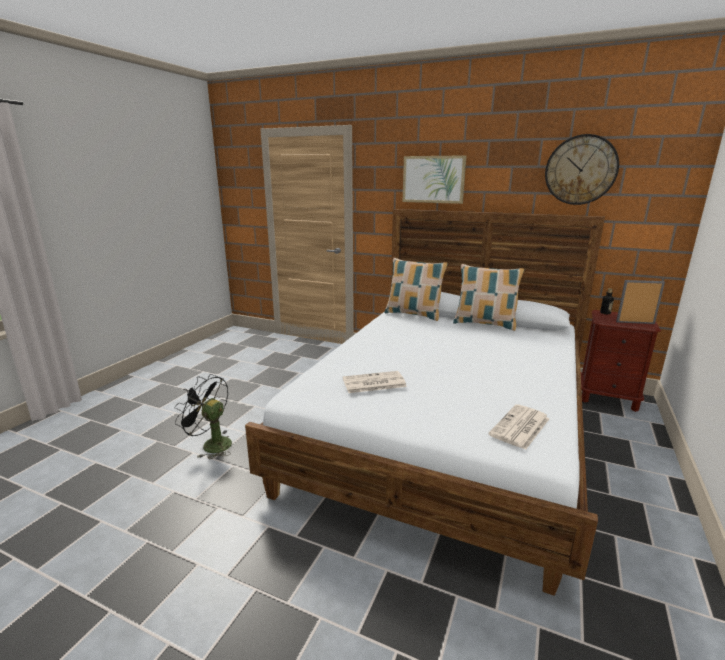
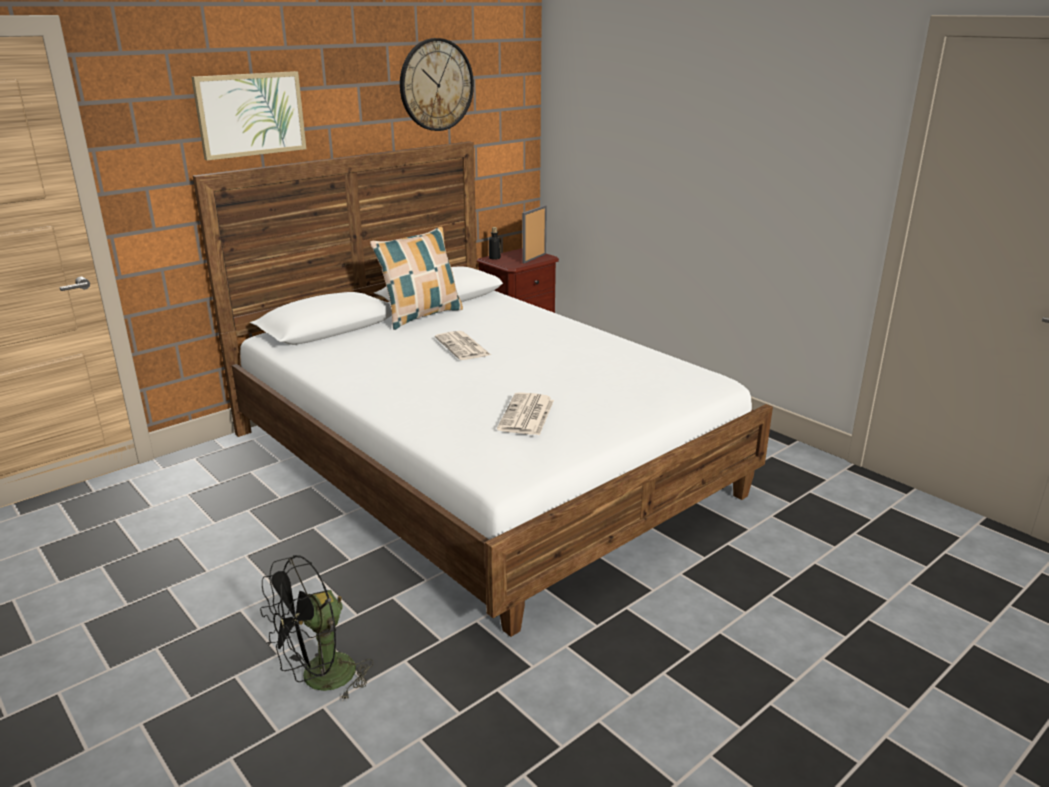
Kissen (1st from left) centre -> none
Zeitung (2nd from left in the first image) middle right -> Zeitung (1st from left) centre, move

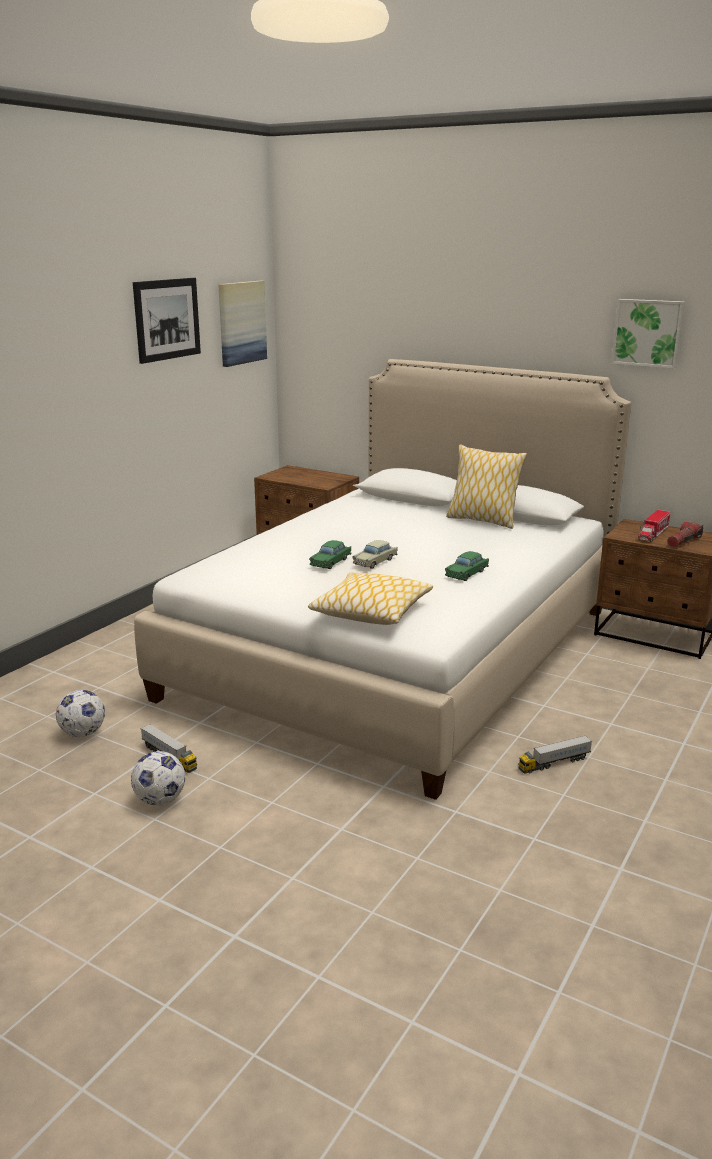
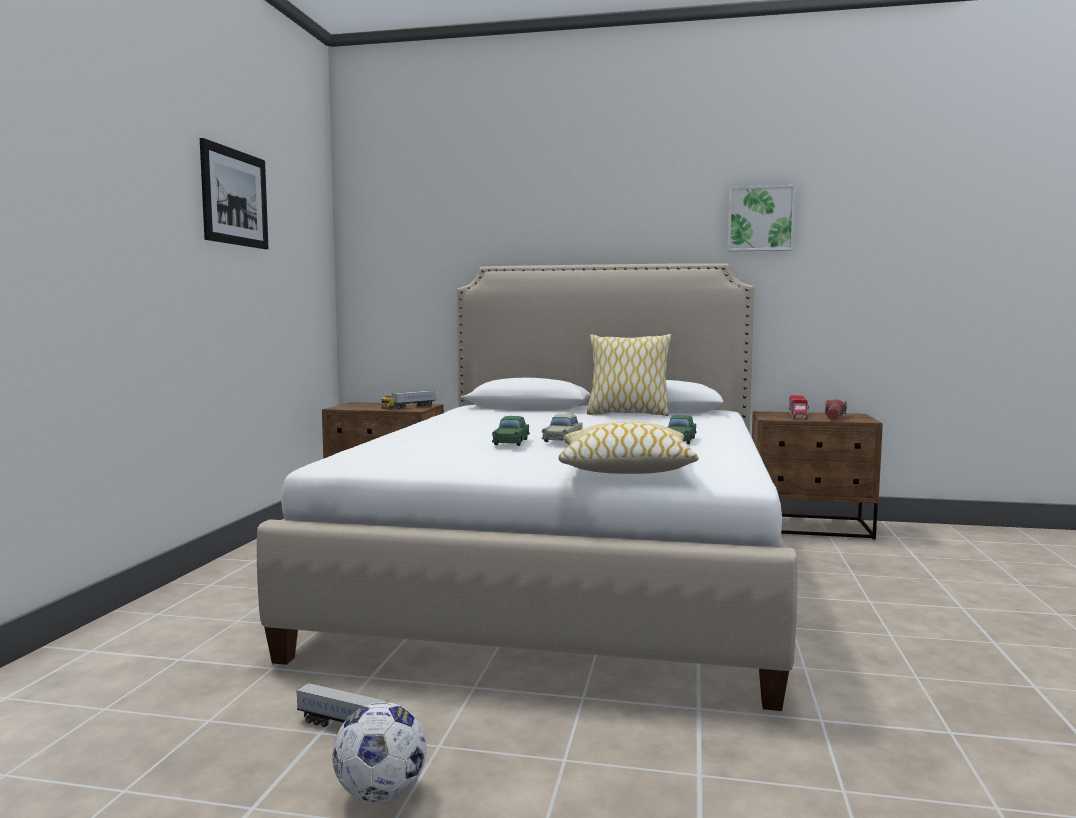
Fußball (1st from left) middle left -> none
Bild (2nd from left) top centre -> none
Spielzeuglaster (2nd from left) middle right -> Spielzeuglaster (2nd from left) centre, move

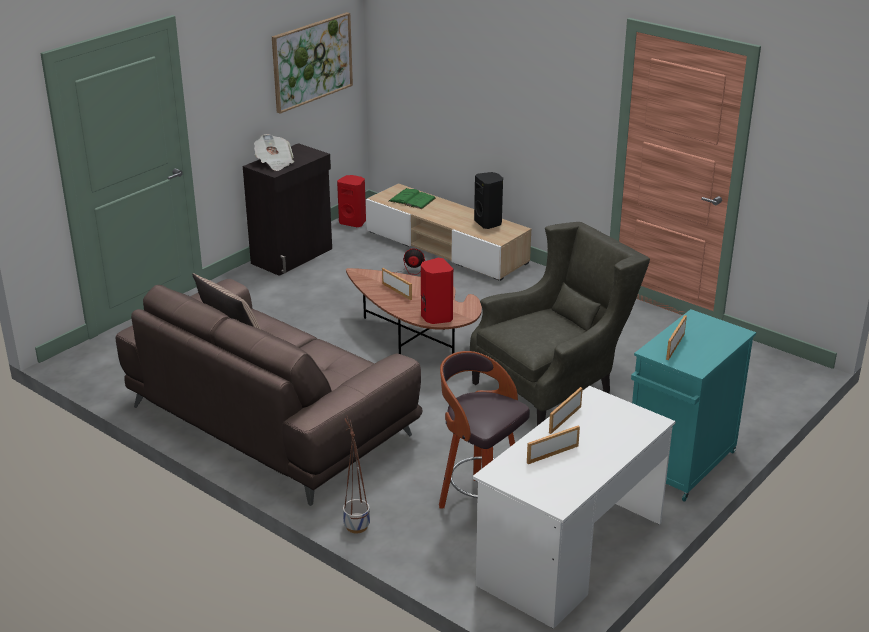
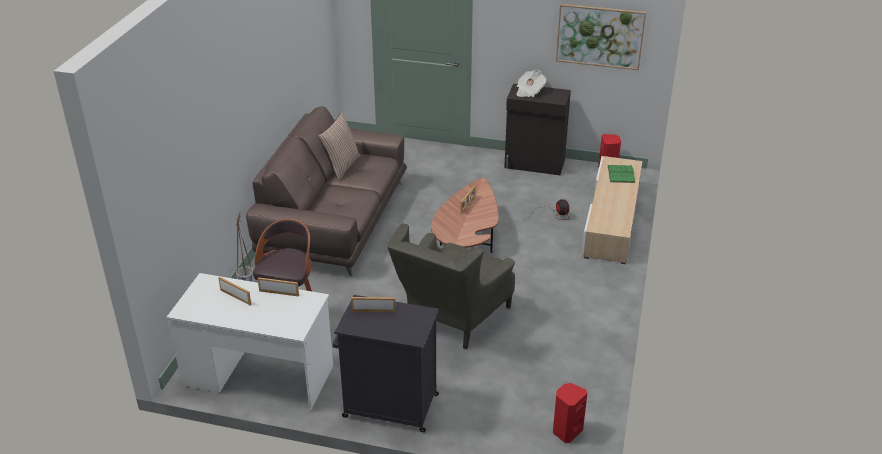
Lautsprecher (schwarz) top centre -> none
Lautsprecher (rot) (2nd from left in the first image) centre -> Lautsprecher (rot) (1st from left) bottom centre, move
Schrank (türkis) middle right -> Schrank (schwarz) (1st from left) bottom centre
Sessel (grau) centre, 90 degrees clockwise

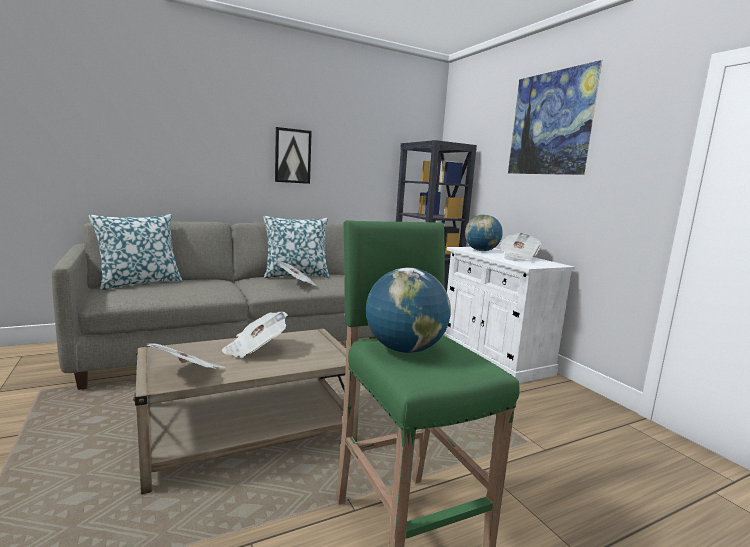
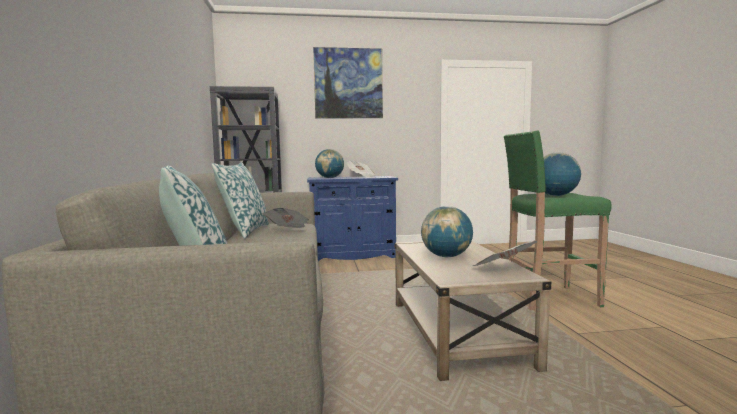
Bild (1st from left) top centre -> none
Zeitung (2nd from left) centre -> Globus (2nd from left) centre
Schrank (weiß) middle right -> Schrank (blau) centre

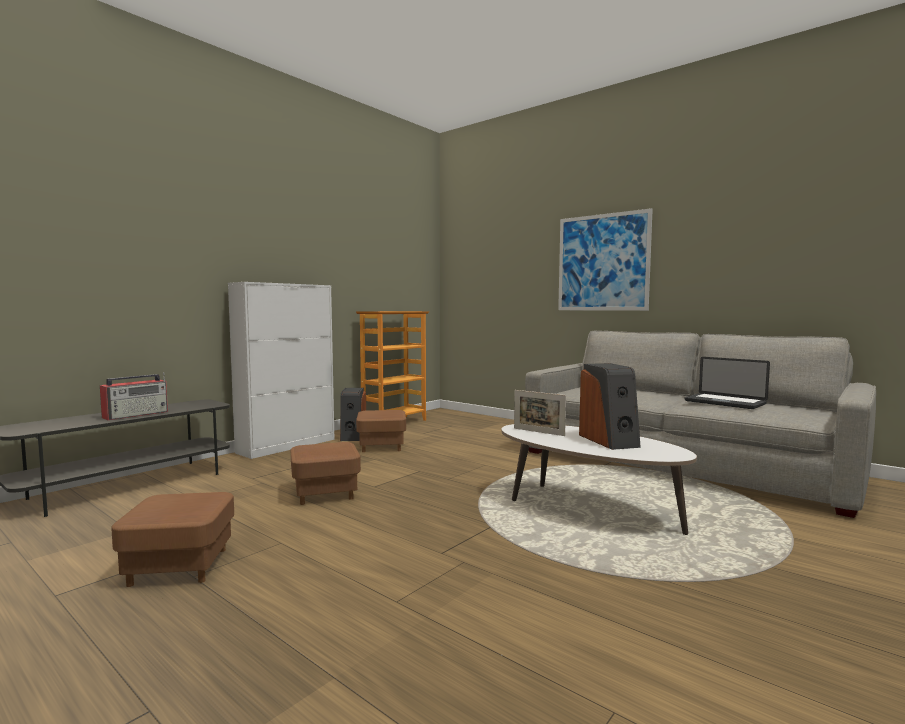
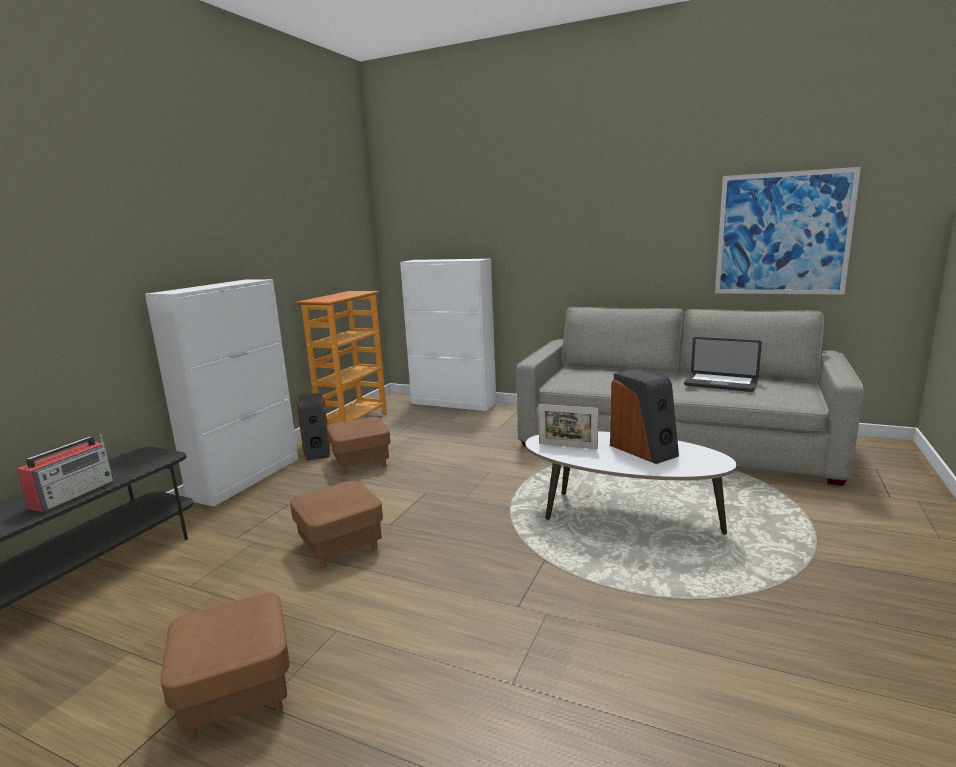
none -> Schrank (weiß) (2nd from left) centre
Bild middle right -> Bild top right, move

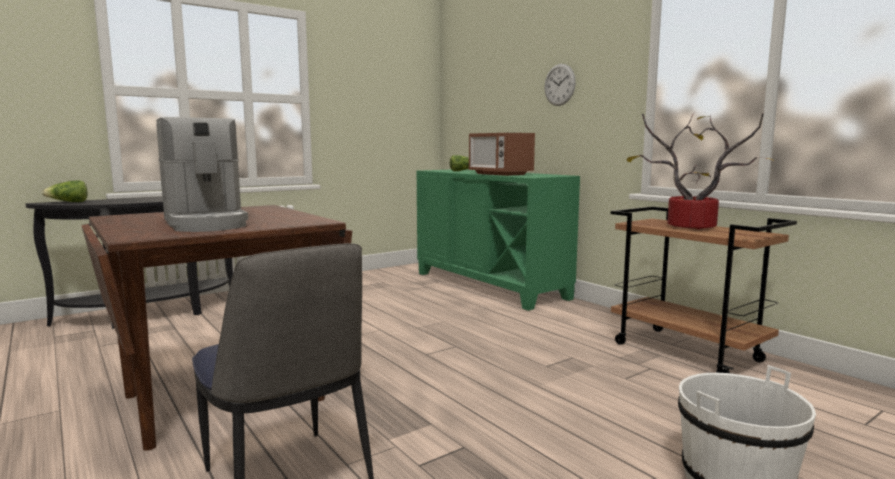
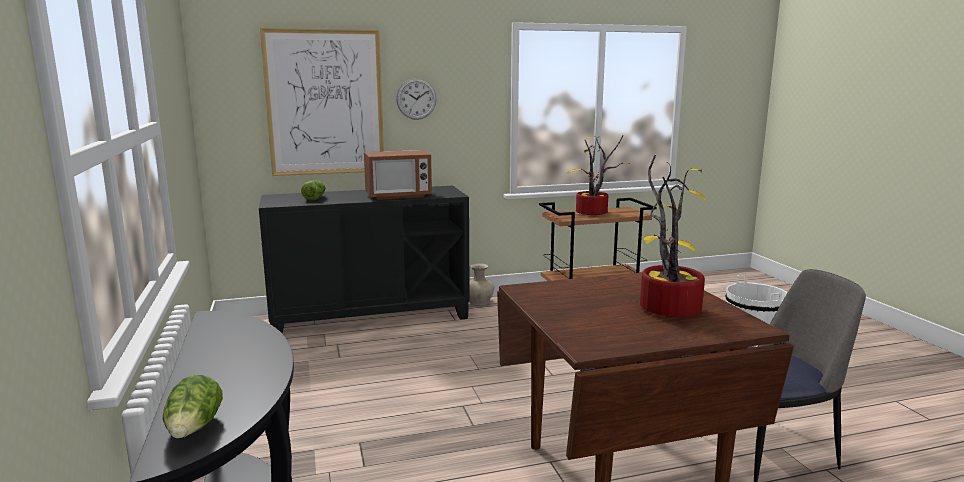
none -> Bild top centre
none -> Vase (beige) centre
Kaffeemaschine middle left -> Topfpflanze (2nd from left) middle right
Schrank (grün) centre -> Schrank (schwarz) centre

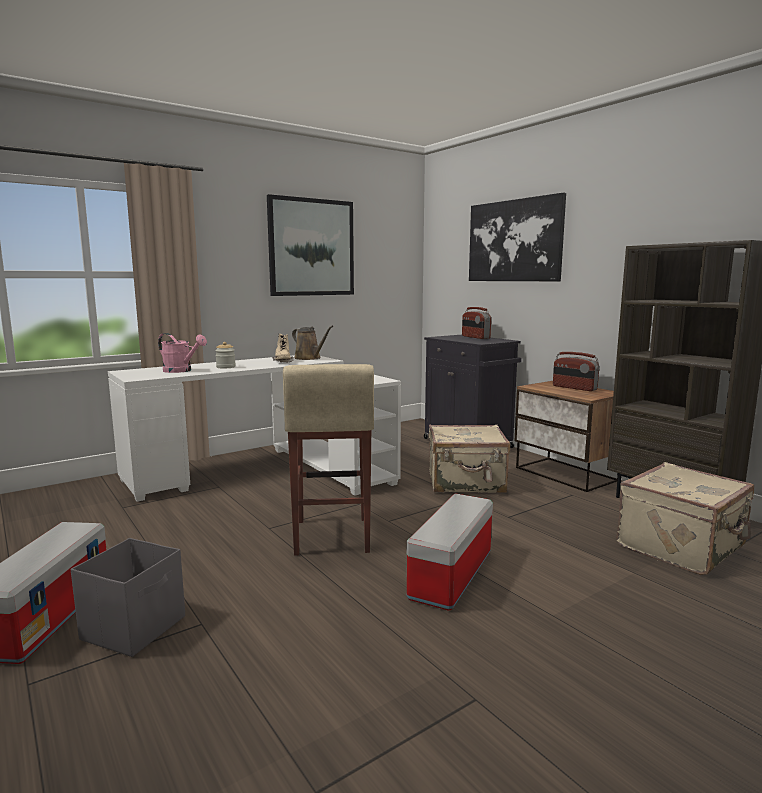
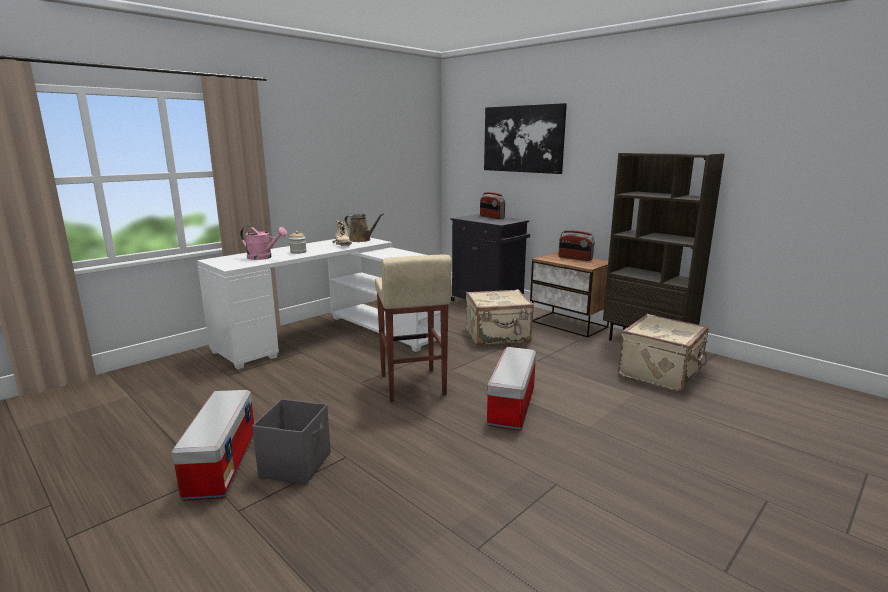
Bild (1st from left) top centre -> none

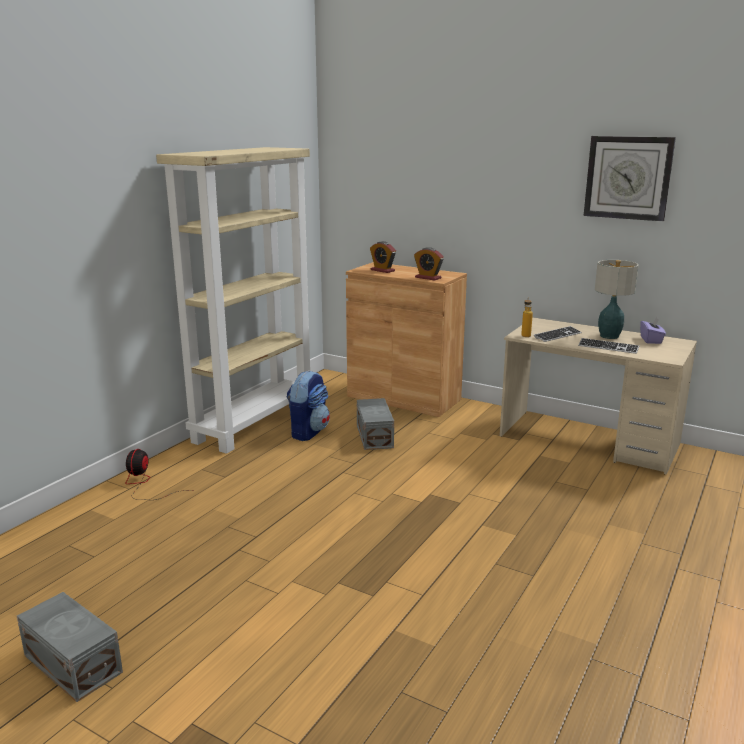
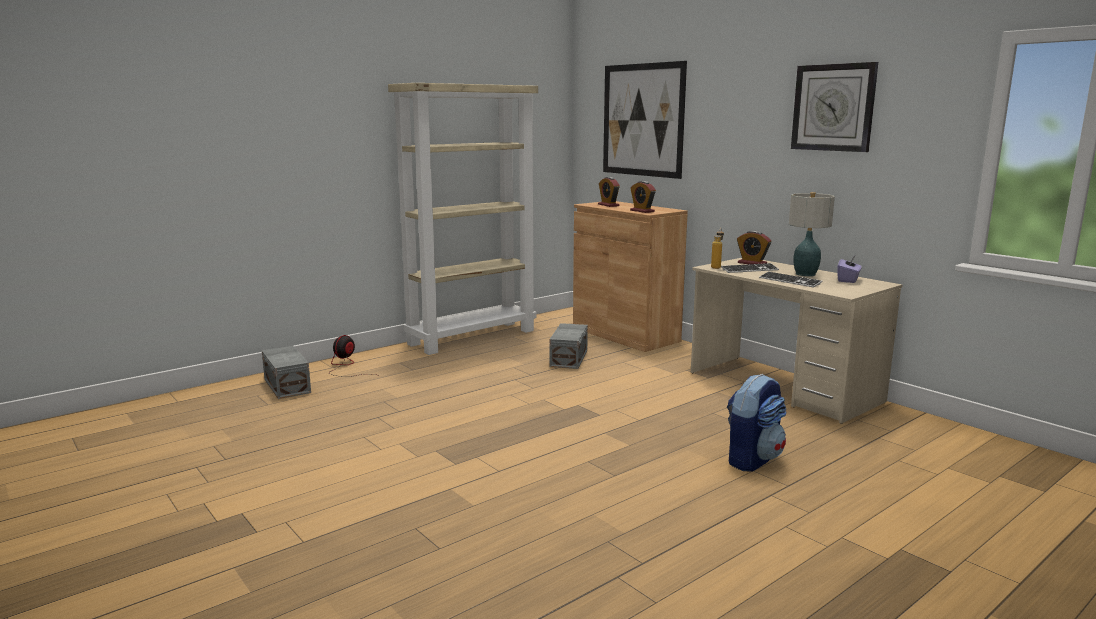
none -> Bild top centre
none -> Wecker (3rd from left) middle right
Aufbewahrungsbox (grau) (1st from left) bottom left -> Aufbewahrungsbox (grau) (1st from left) middle left, move
Rucksack centre -> Rucksack bottom right, move

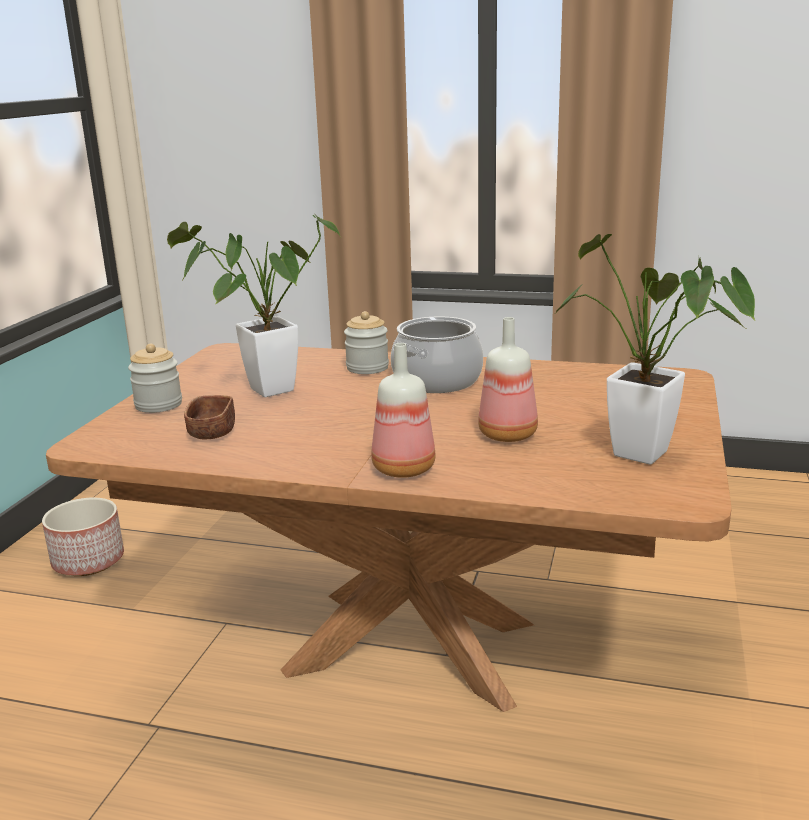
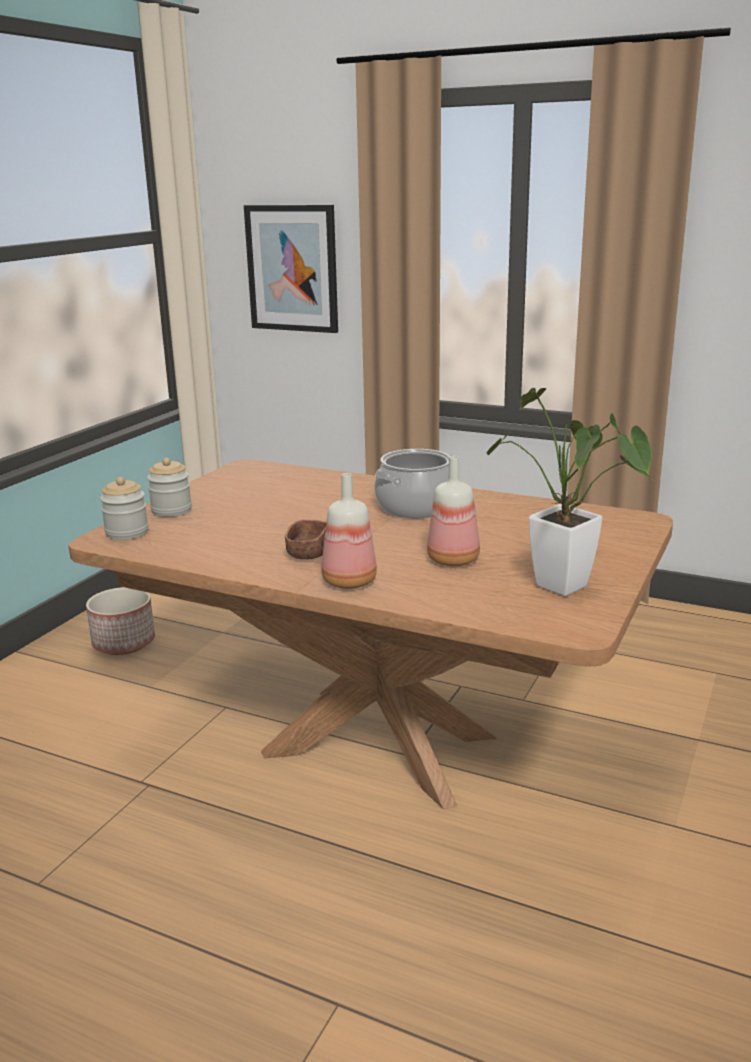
Topfpflanze (1st from left) middle left -> none
none -> Bild top centre
Schüssel (braun) middle left -> Schüssel (braun) centre, move
Vorratsglas (2nd from left in the first image) centre -> Vorratsglas (1st from left) middle left, move

